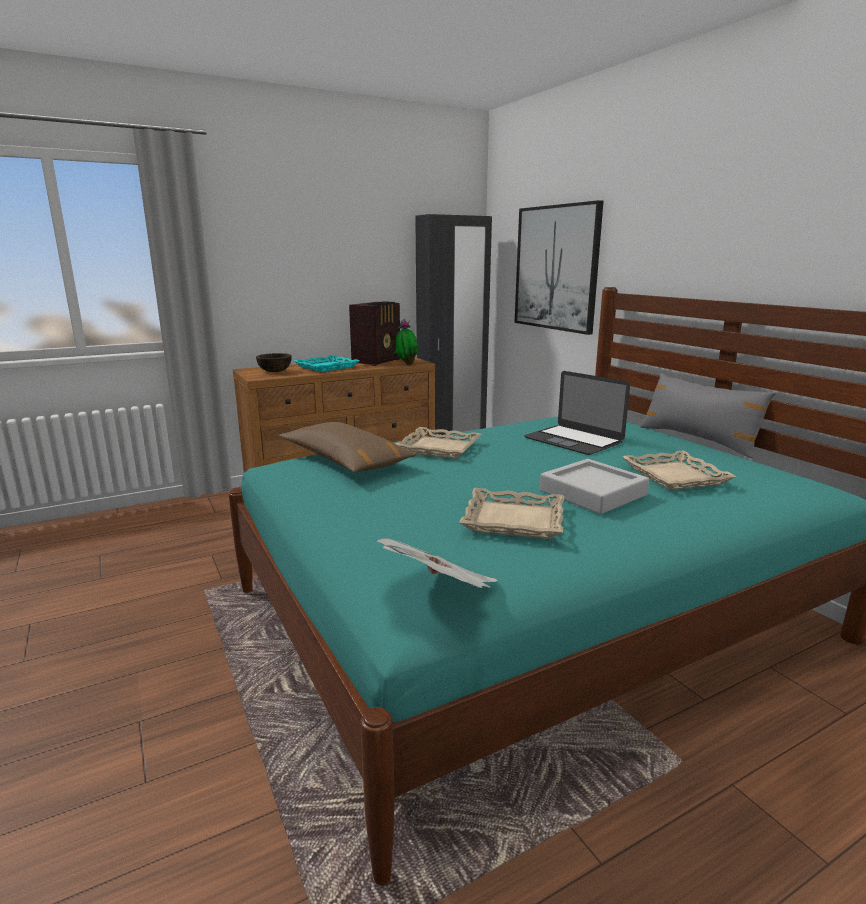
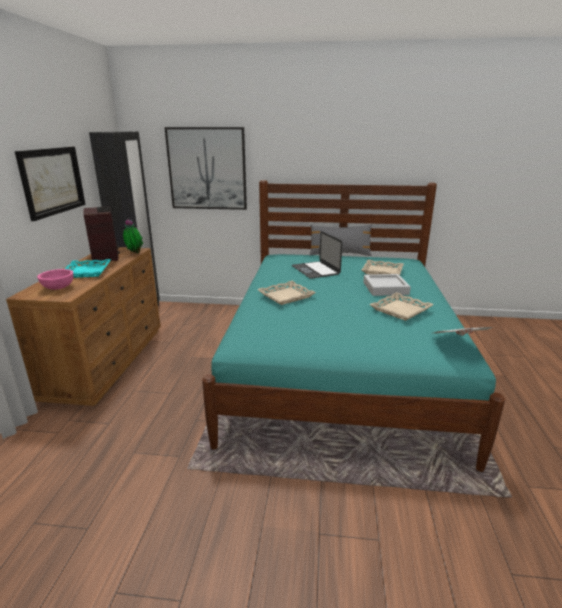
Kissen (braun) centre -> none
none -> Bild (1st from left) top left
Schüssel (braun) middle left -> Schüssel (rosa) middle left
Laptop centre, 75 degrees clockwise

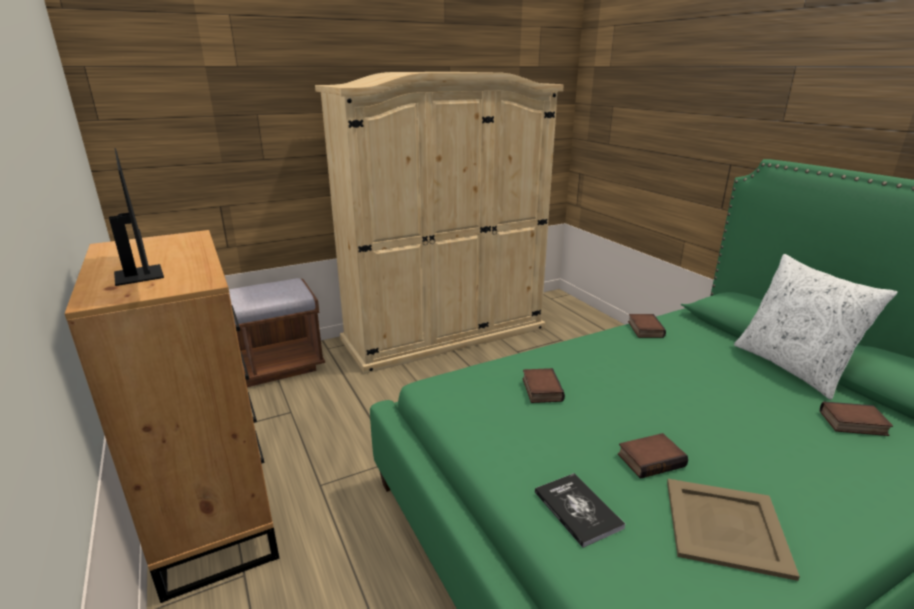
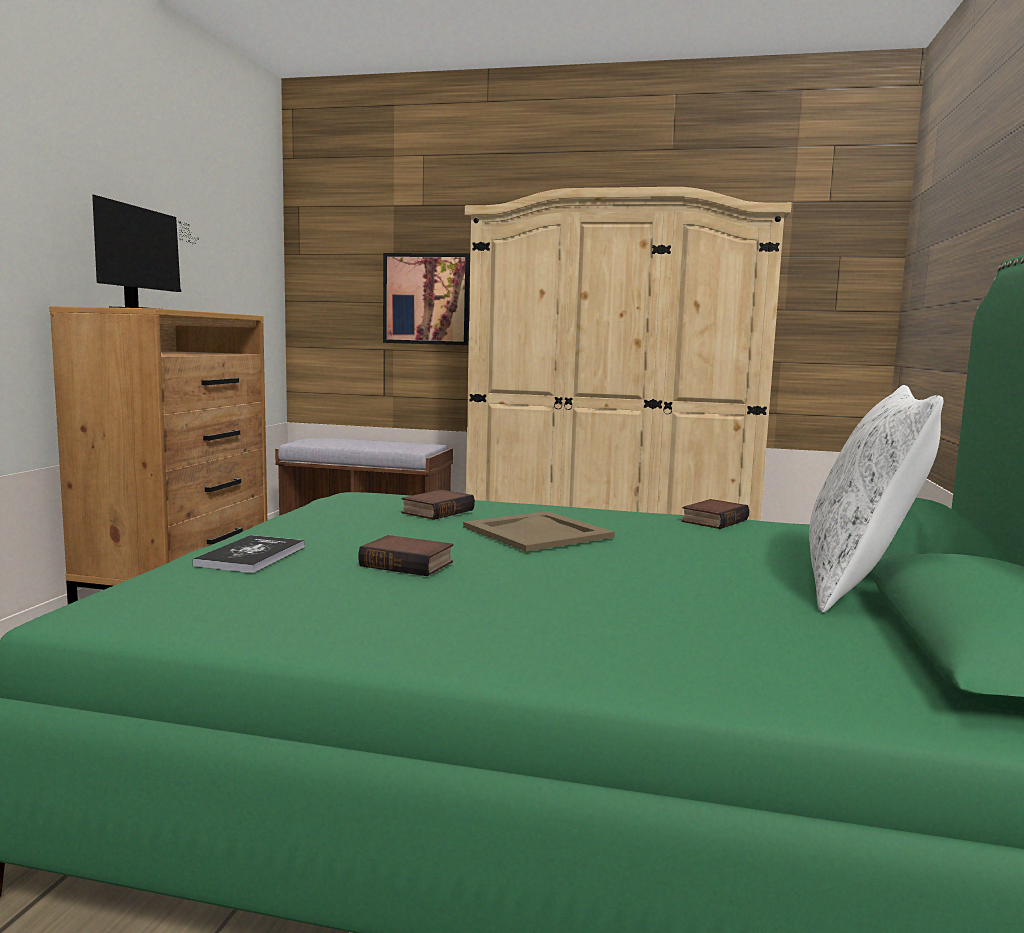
Buch (5th from left) bottom right -> none
none -> Bild top centre
Tablett (beige) bottom right -> Tablett (beige) centre, move

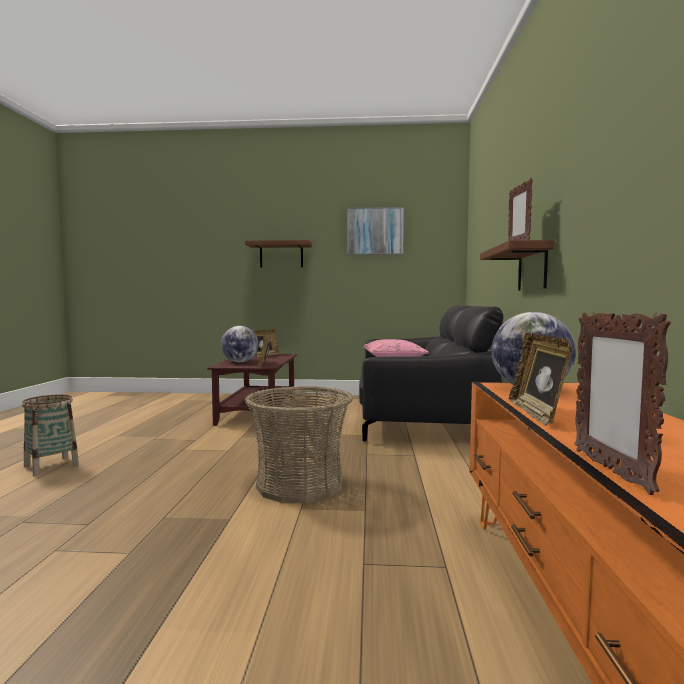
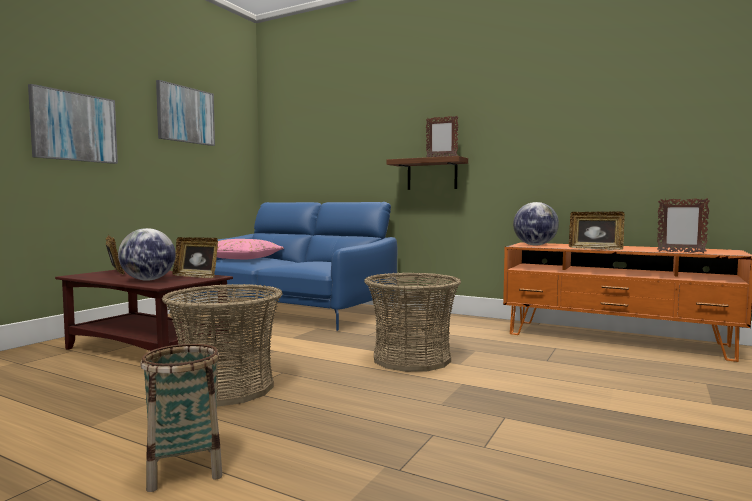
none -> Korb (2nd from left) bottom left
Wandregal (1st from left) centre -> Bild (1st from left) top left
Sofa (schwarz) centre -> Sofa (blau) centre

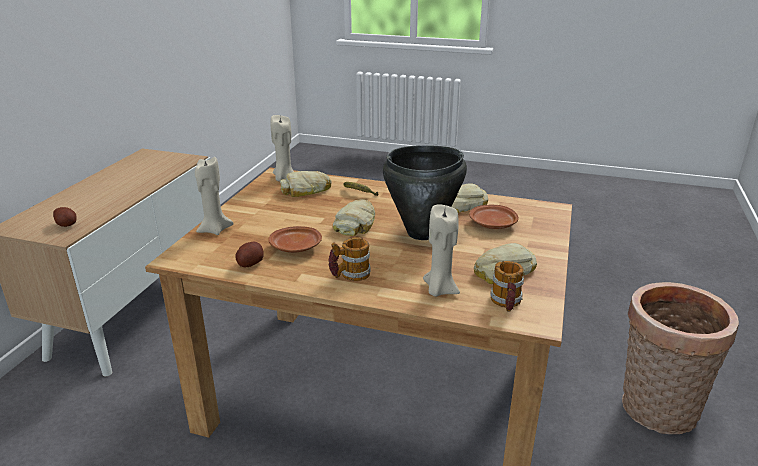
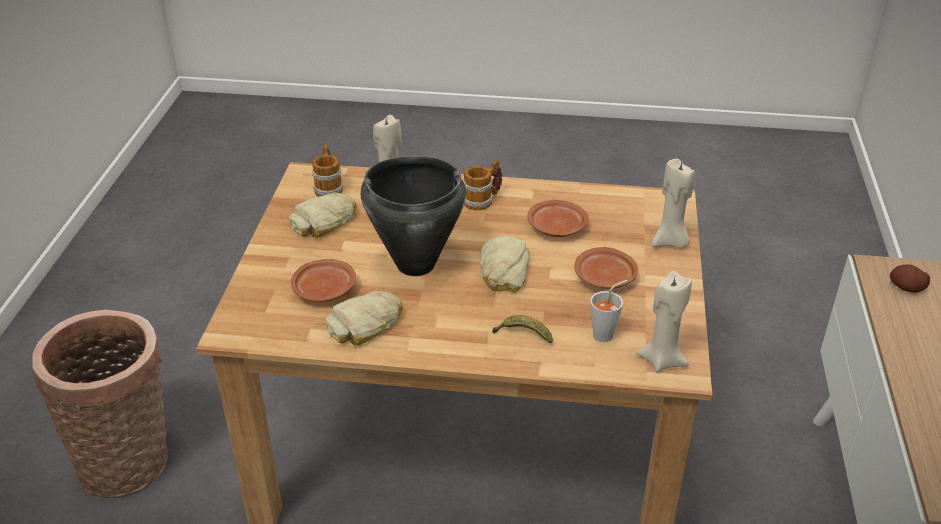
Kartoffel (2nd from left) middle left -> none
none -> Teller (braun) (3rd from left) centre
Brot (1st from left) centre -> Tasse (grau) centre

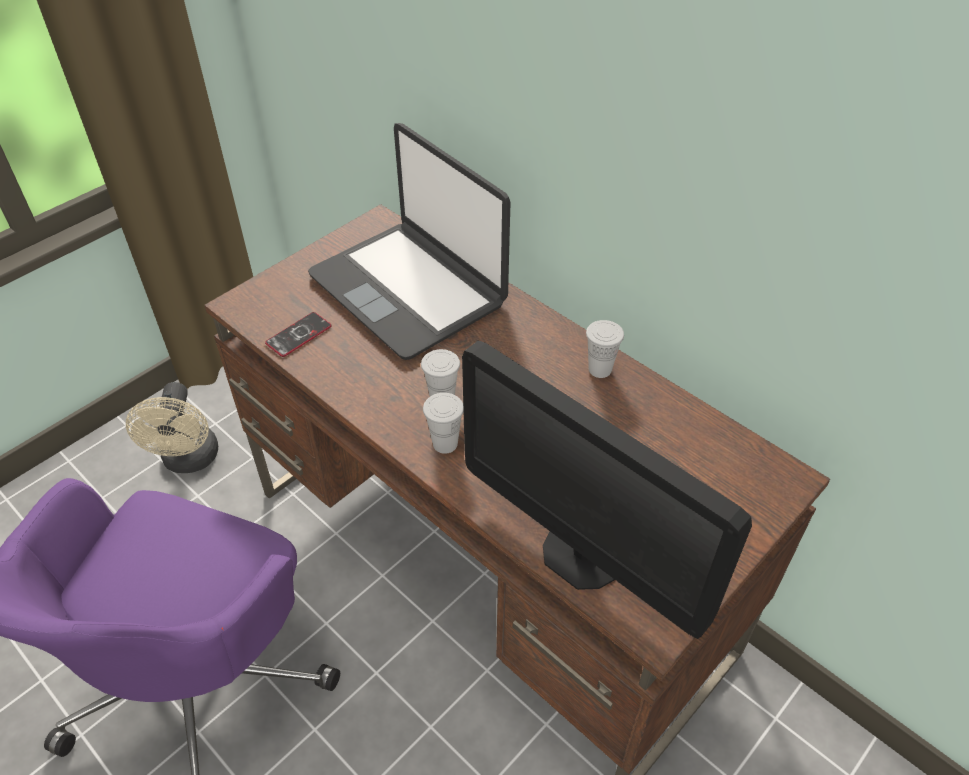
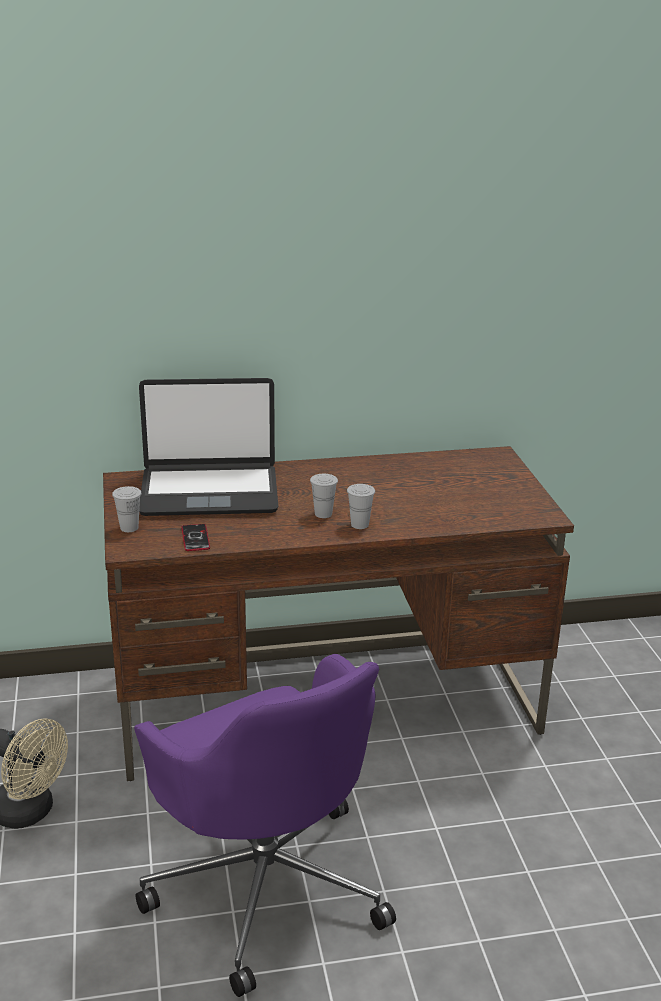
Monitor centre -> none
Tasse (weiß) (3rd from left in the first image) centre -> Tasse (weiß) (1st from left) middle left, move

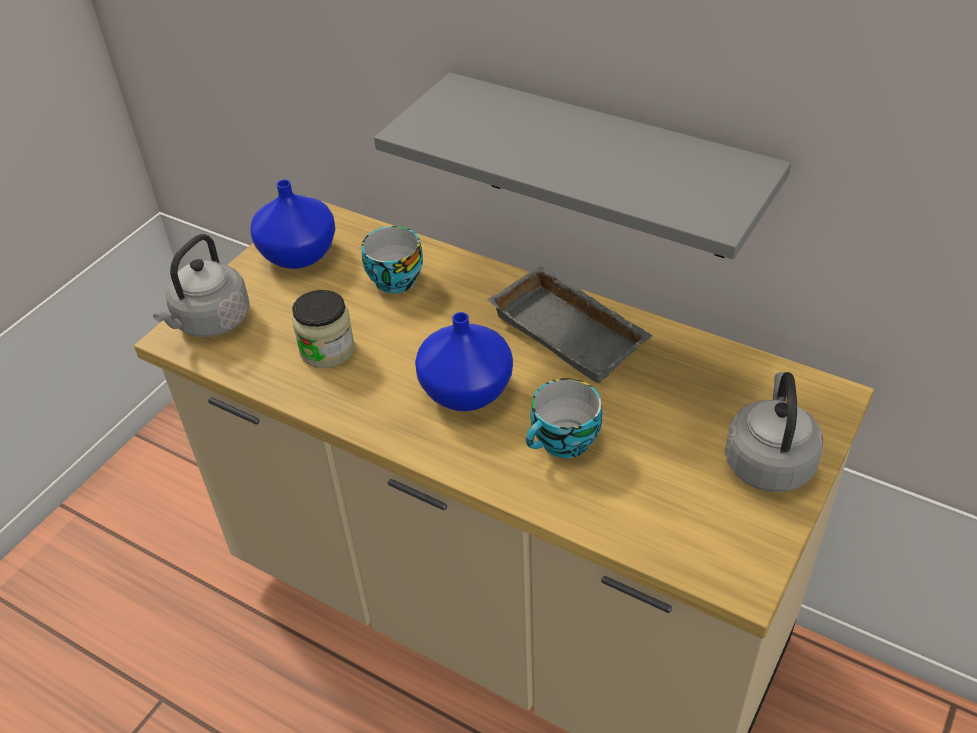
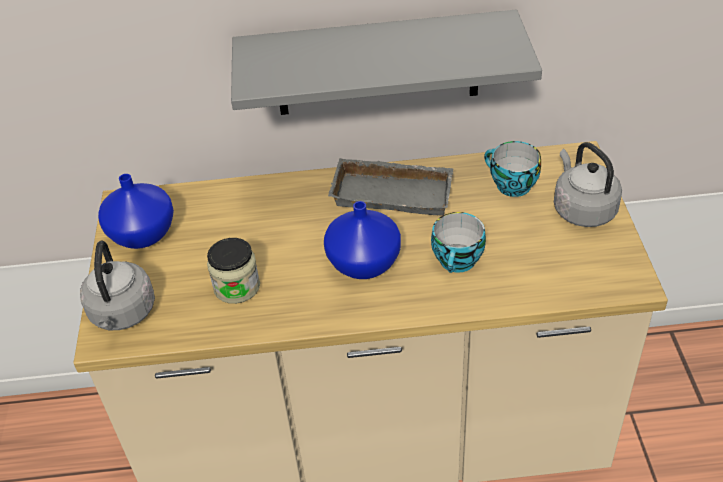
Tasse (1st from left in the first image) centre -> Tasse (2nd from left) middle right, move

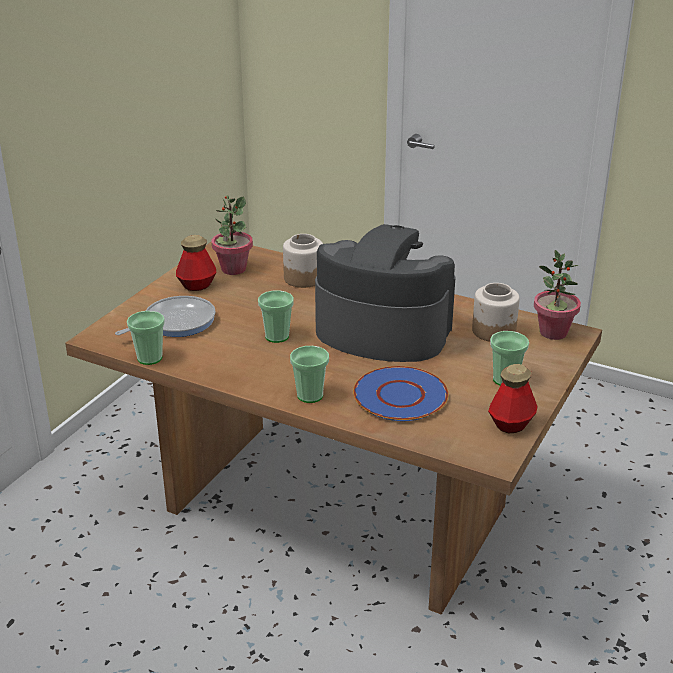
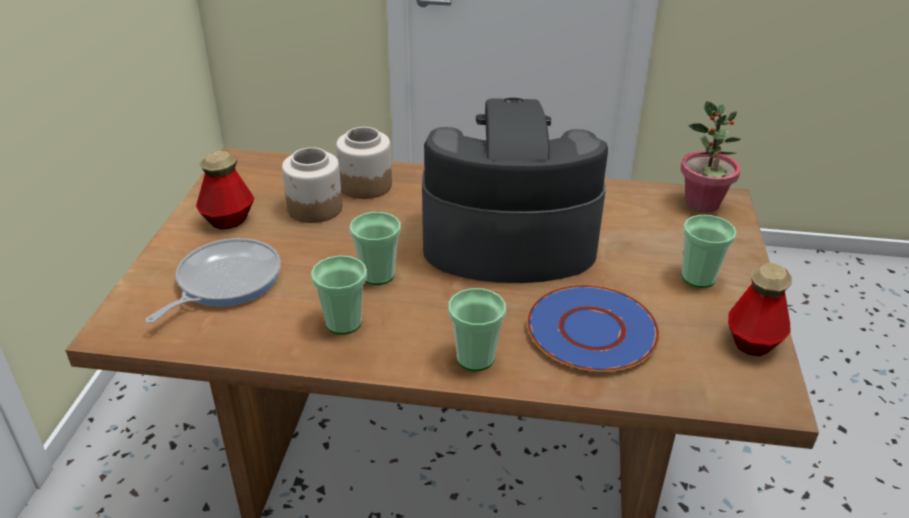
Topfpflanze (1st from left) centre -> none
Tasse (1st from left) middle left -> Tasse (1st from left) centre, move
Vorratsglas (2nd from left in the first image) middle right -> Vorratsglas (1st from left) centre, move

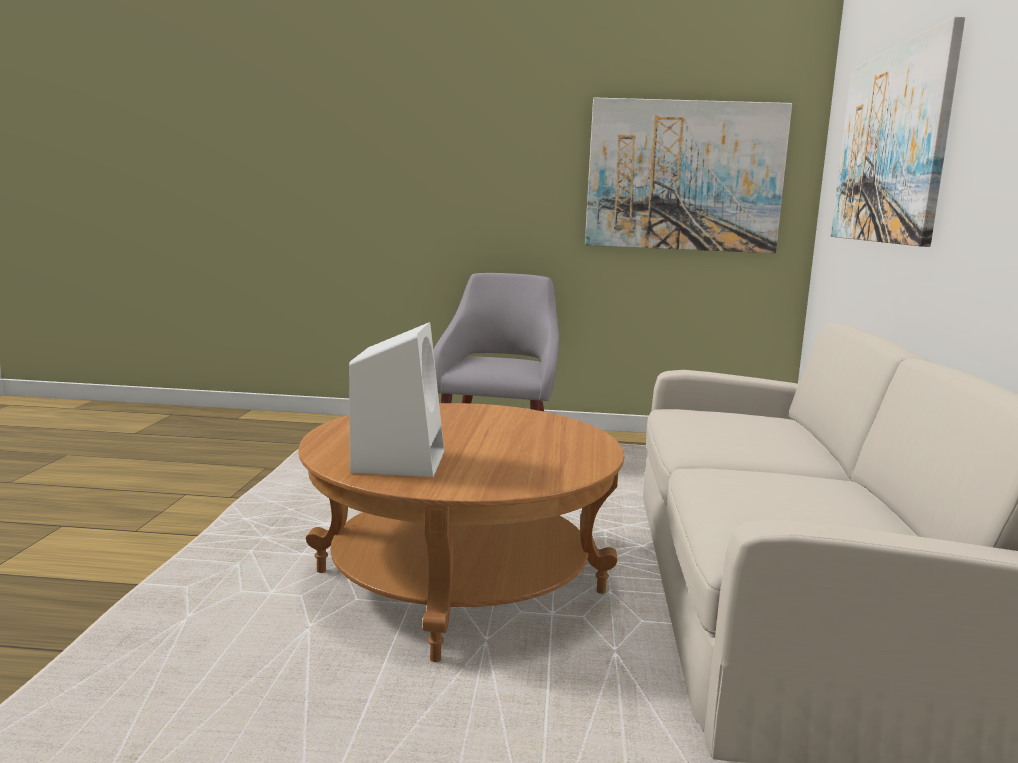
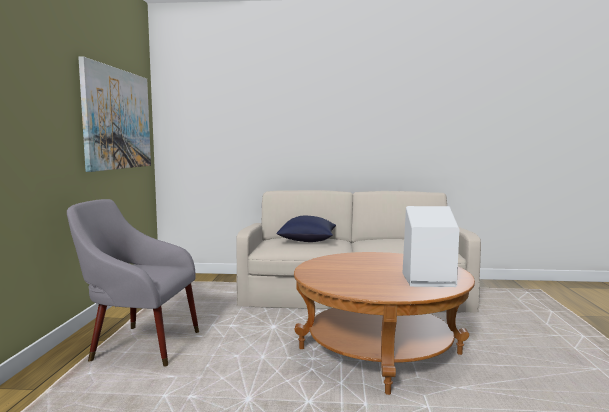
Bild (2nd from left) top right -> none
none -> Kissen (blau) centre

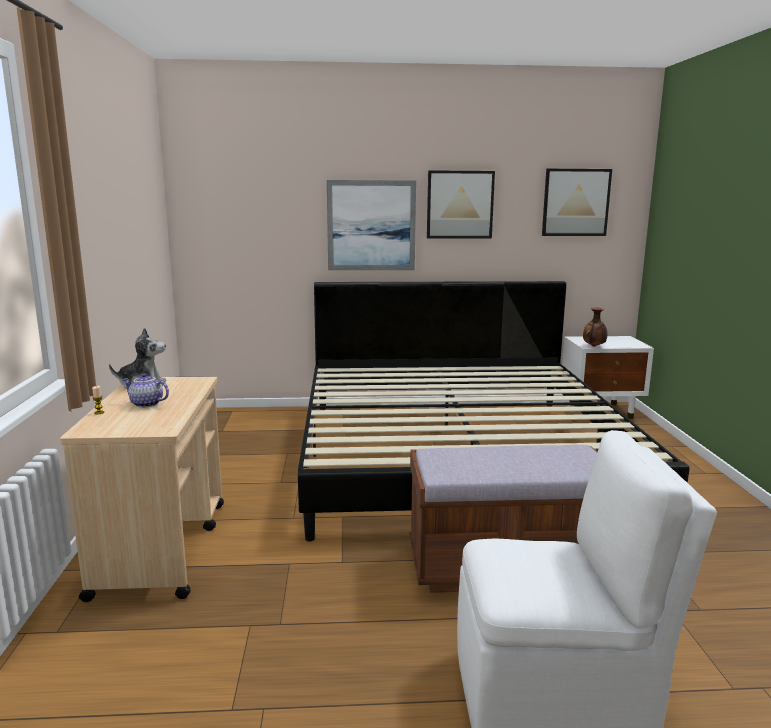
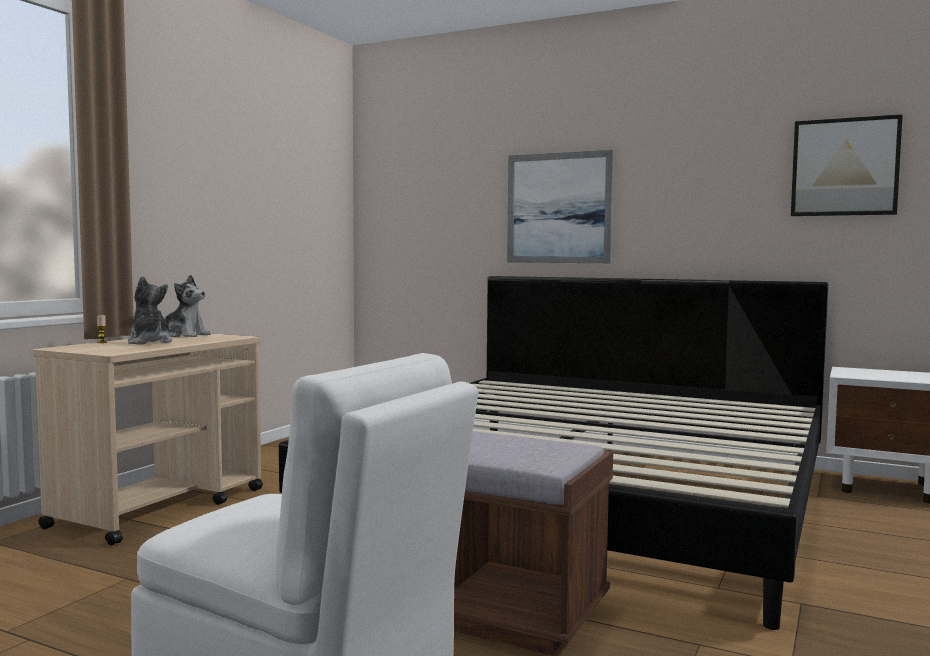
Bild (2nd from left) top centre -> none
Vase middle right -> none
Teekanne middle left -> Plüschtier (1st from left) middle left

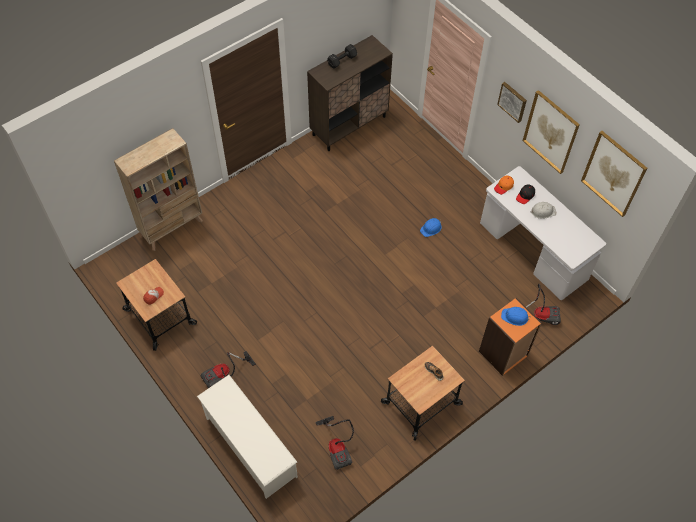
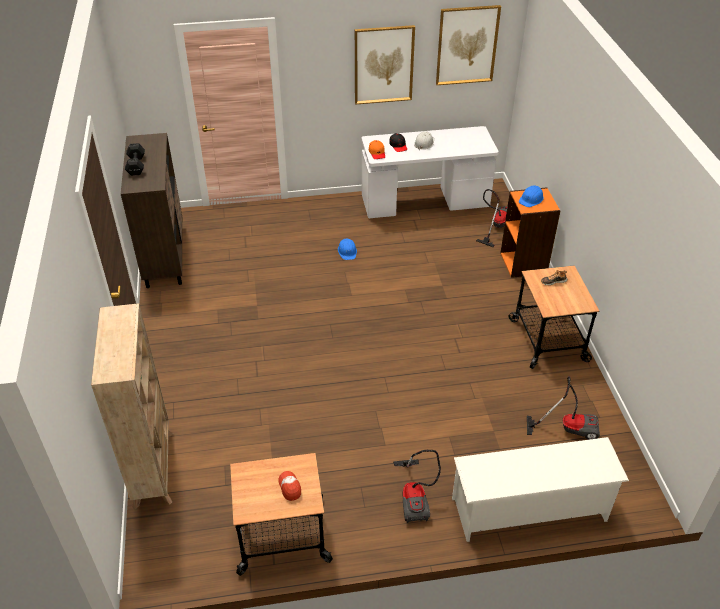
Bild (1st from left) top right -> none

